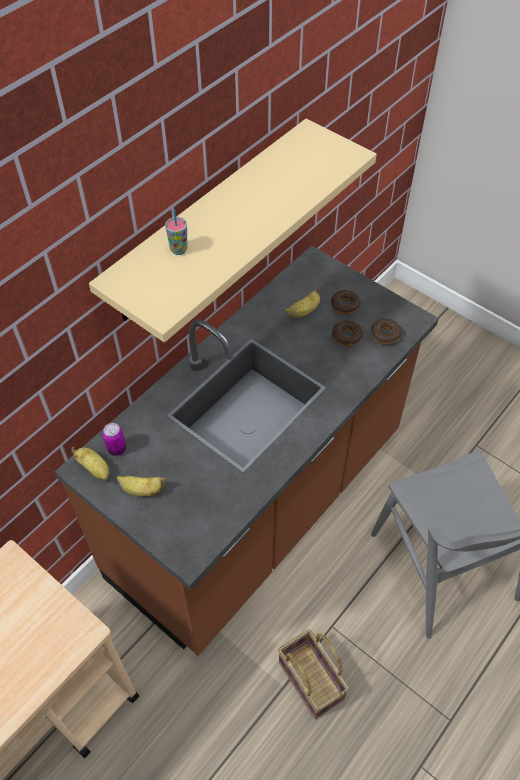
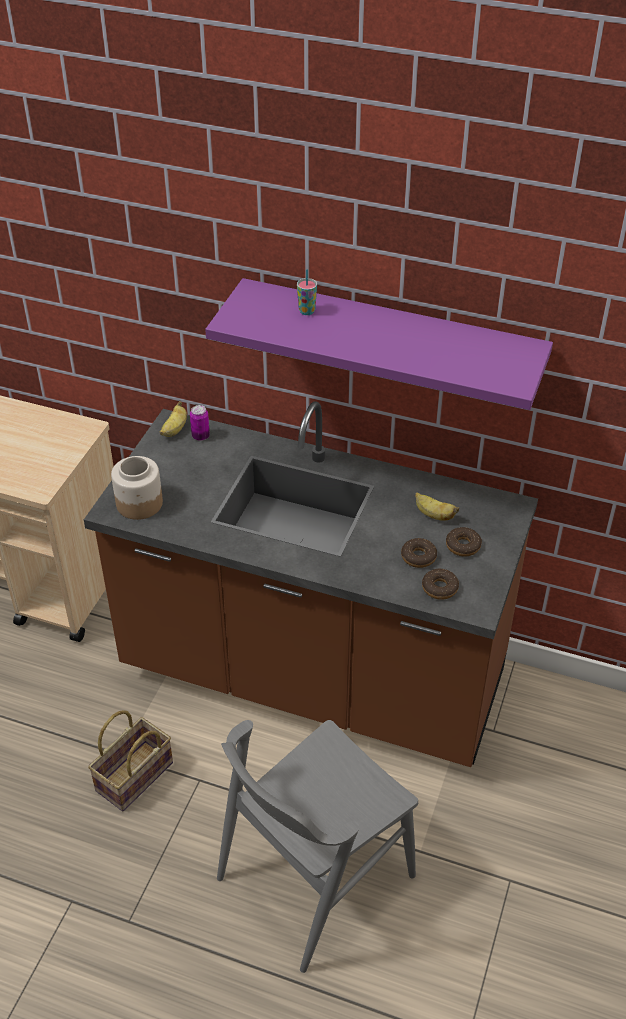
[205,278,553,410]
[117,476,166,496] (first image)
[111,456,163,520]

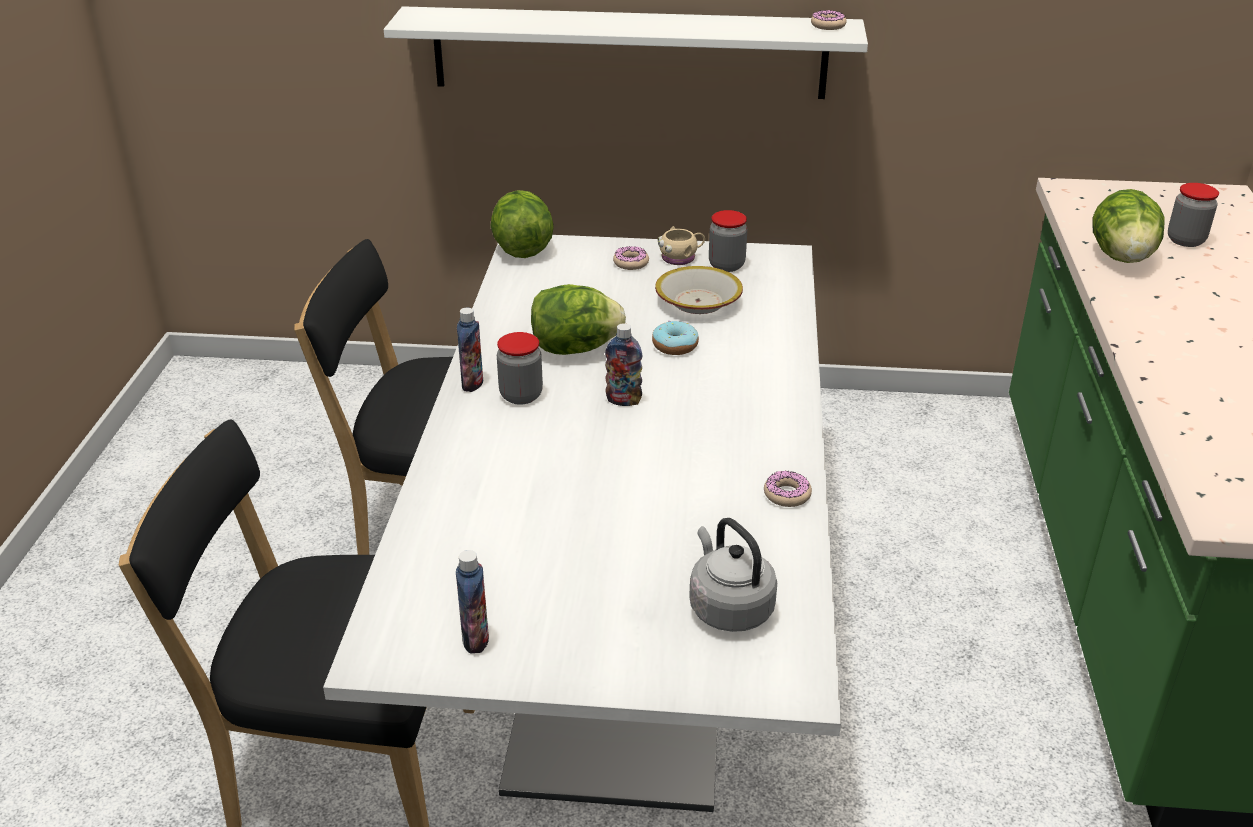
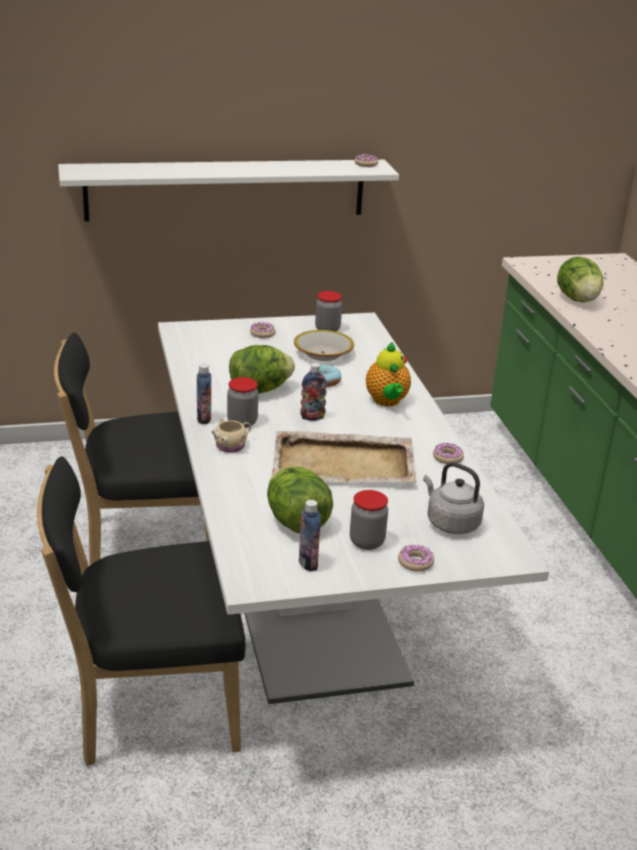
[350,490,388,550]
[267,467,333,534]
[212,418,251,453]
[366,342,411,407]
[271,431,417,483]
[398,545,434,572]

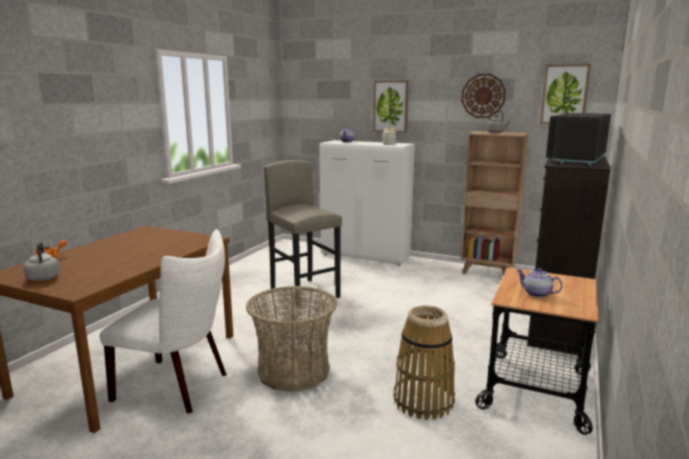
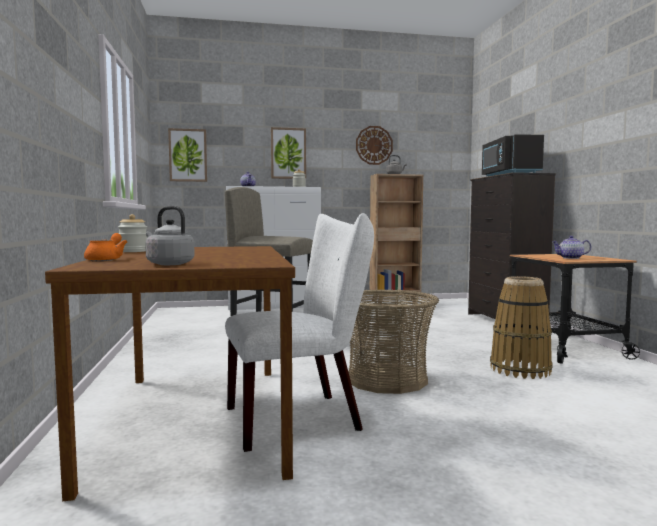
[168,128,207,182]
[118,214,147,252]

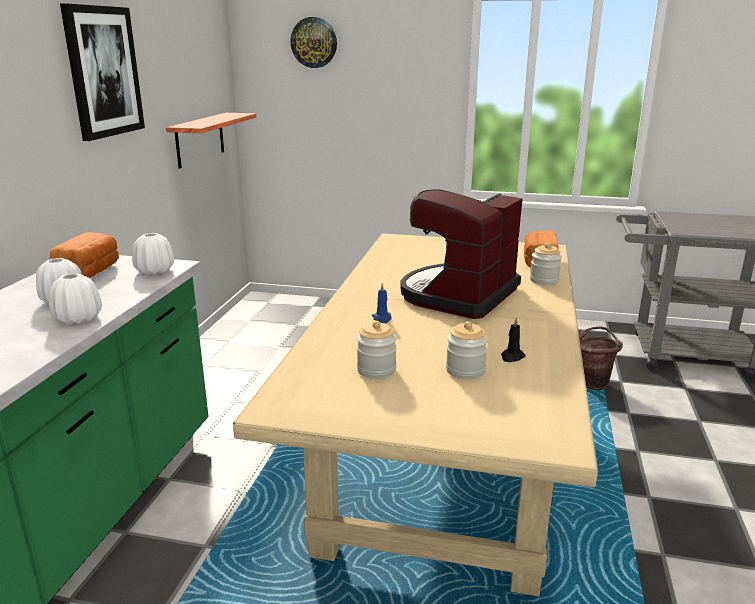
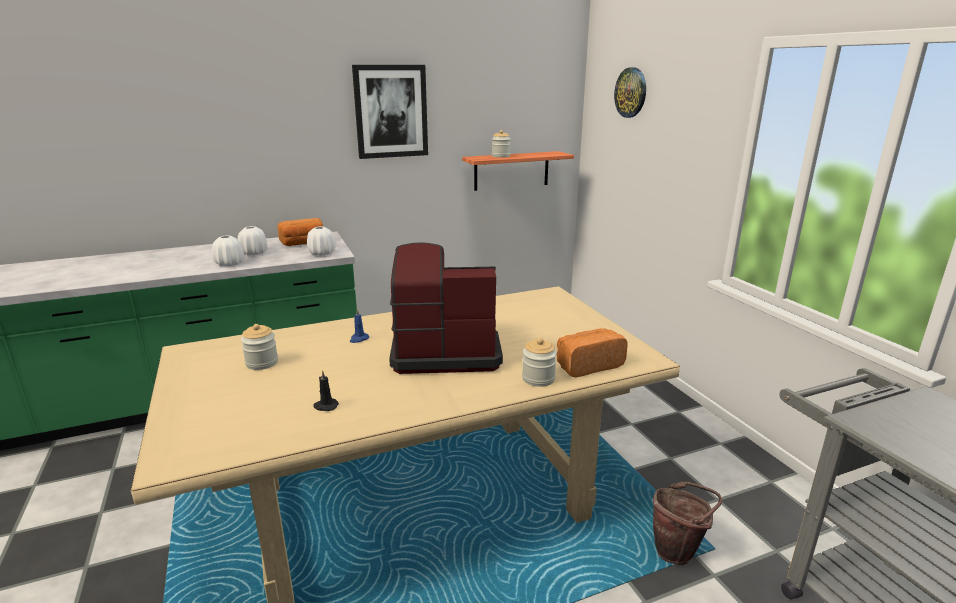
[492,130,511,158]

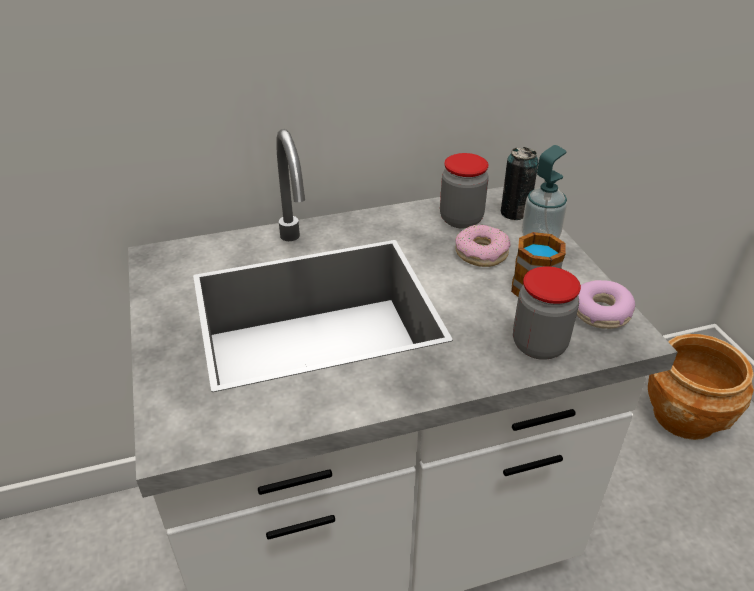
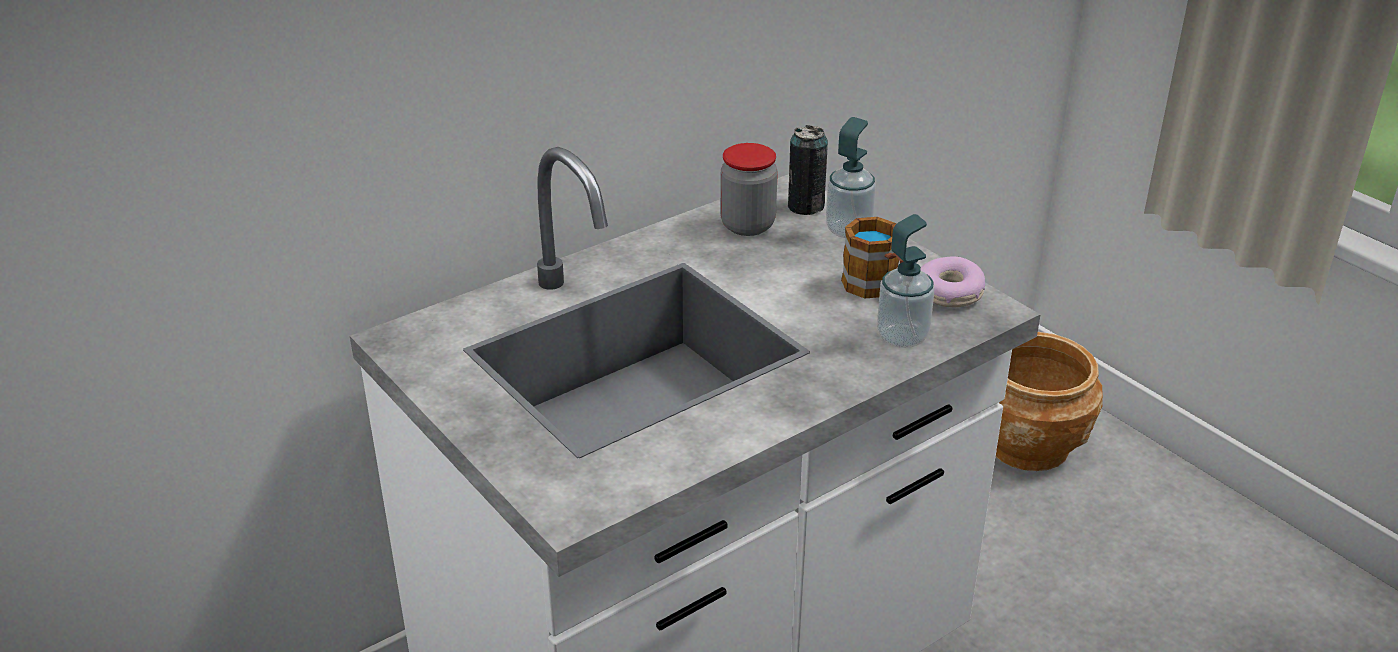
[455,225,511,267] (first image)
[877,214,934,348]

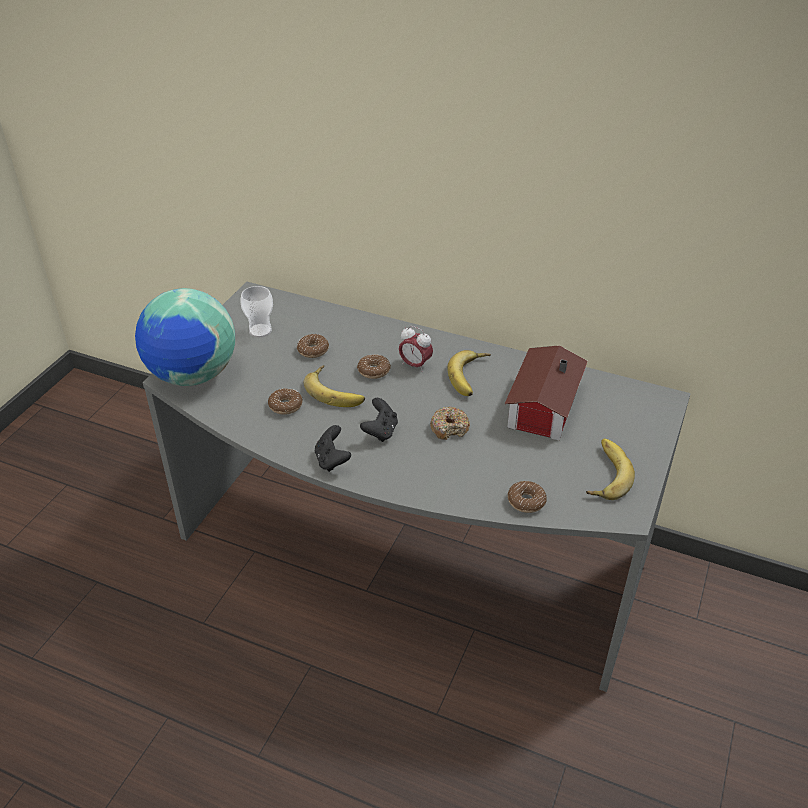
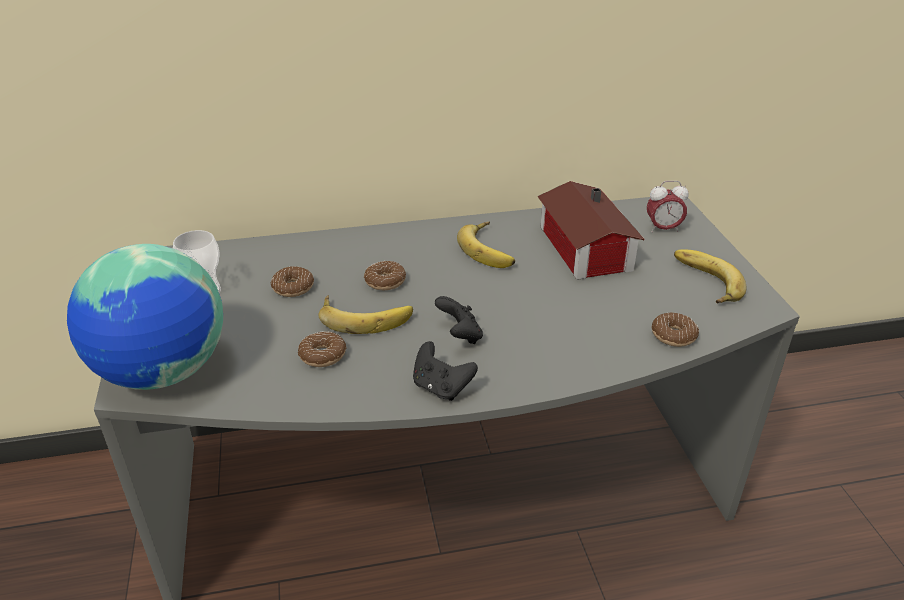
[647,181,689,233]
[430,407,470,440] (first image)

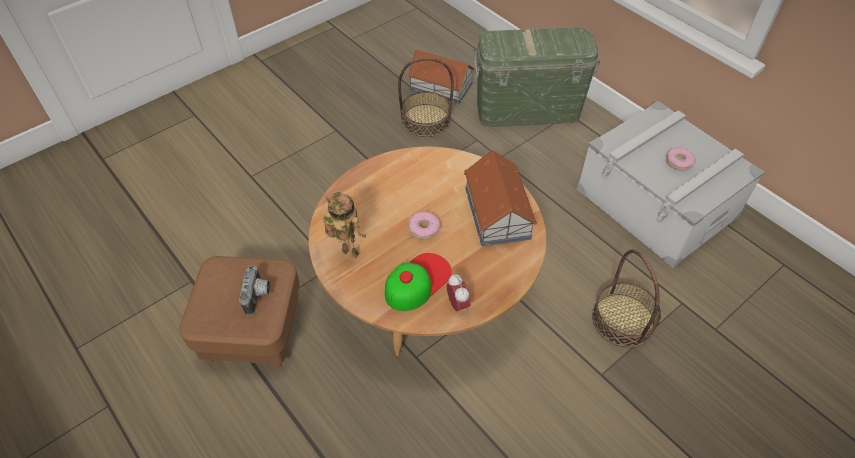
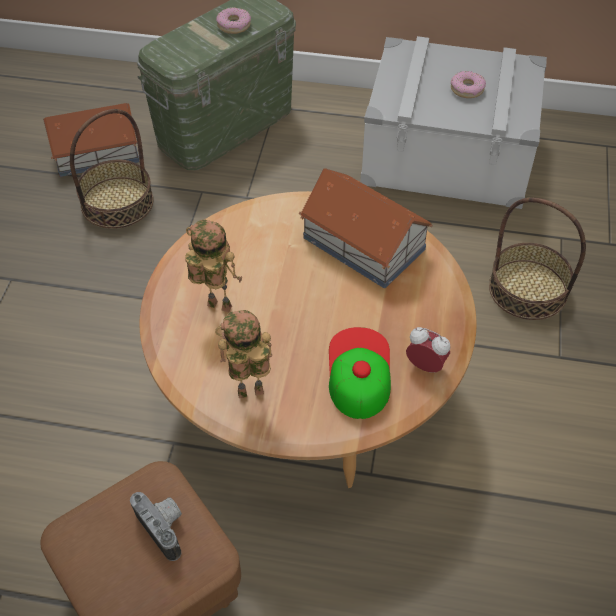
[216,7,251,34]
[185,220,242,313]

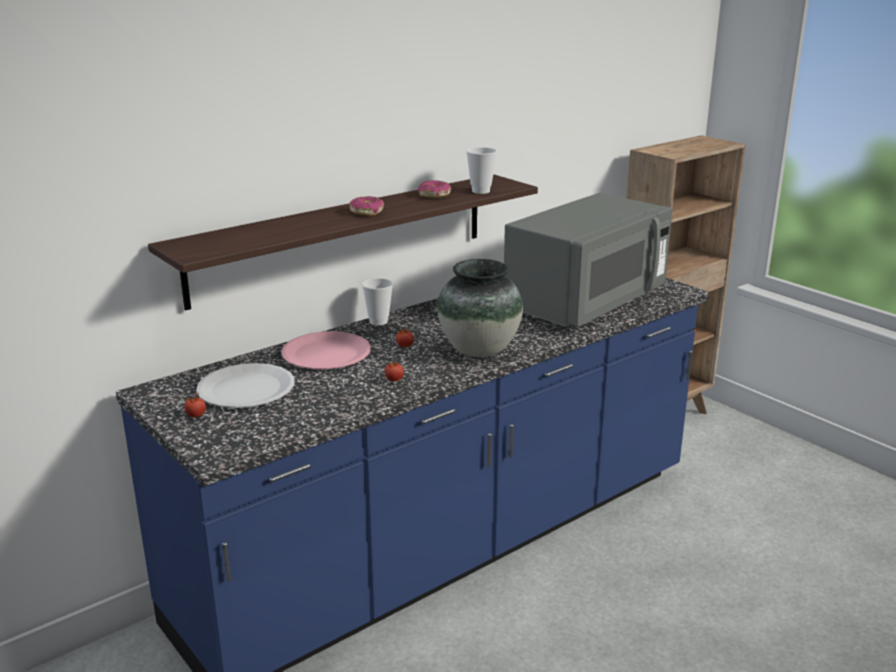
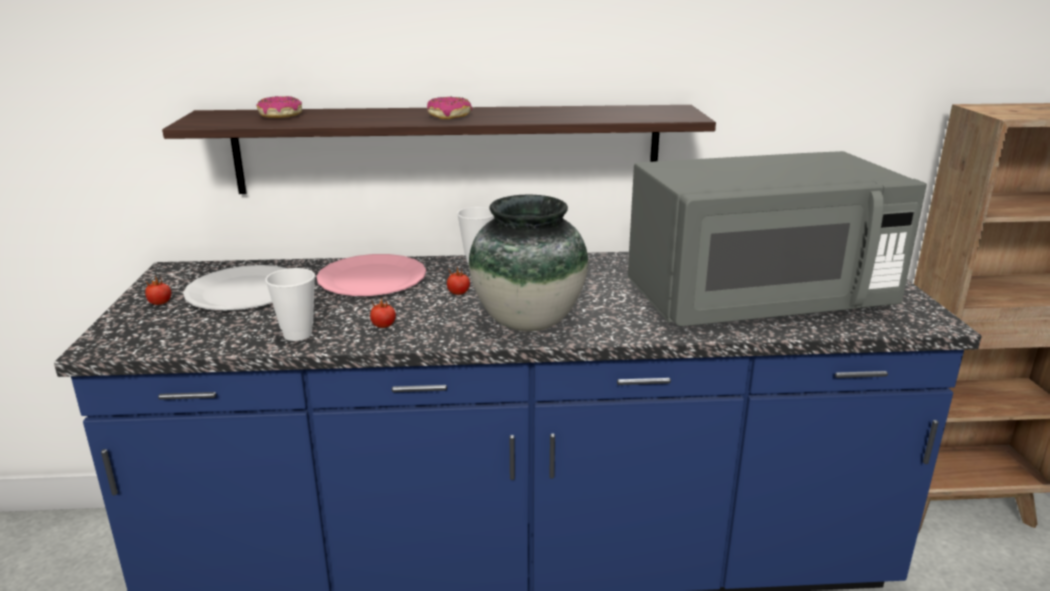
[265,268,315,341]
[256,96,302,118]

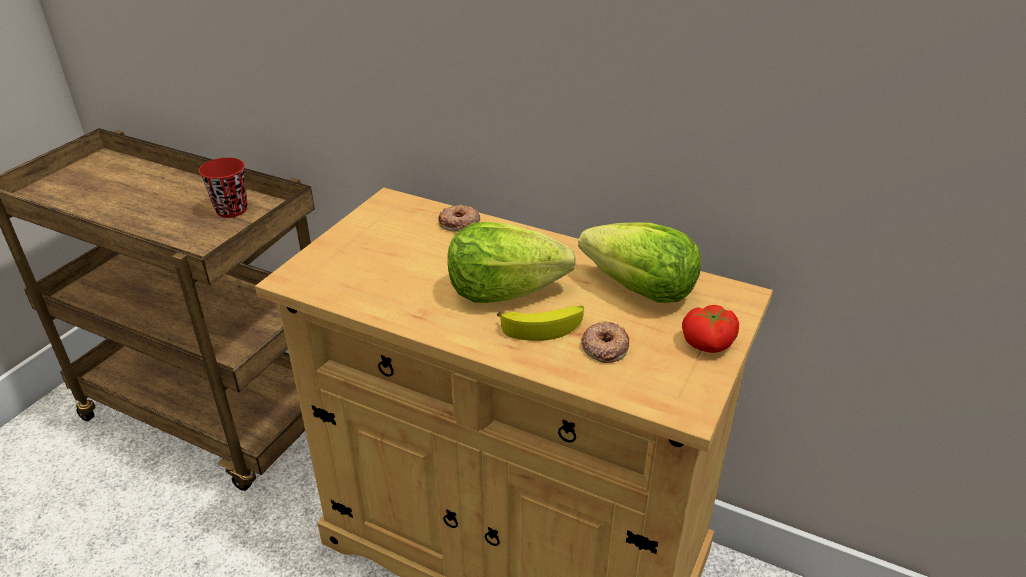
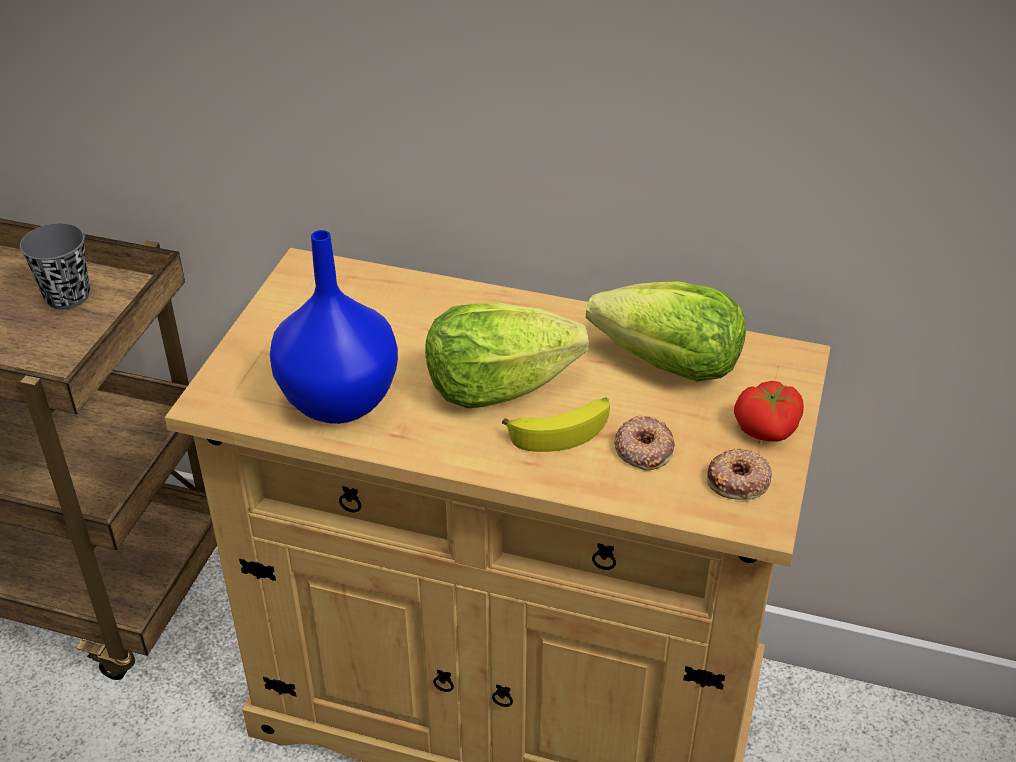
[20,223,90,310]
[707,449,772,500]
[270,230,398,424]

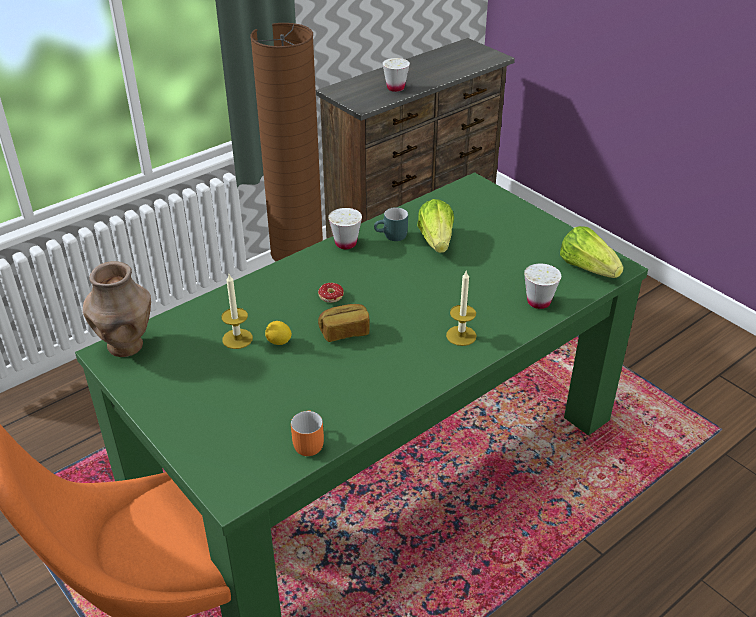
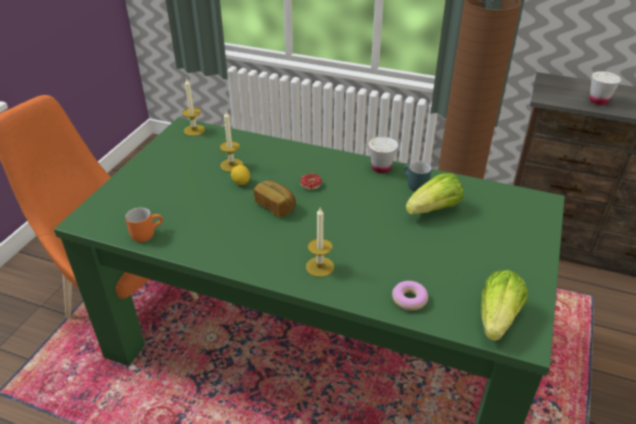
[182,78,205,136]
[392,281,428,311]

